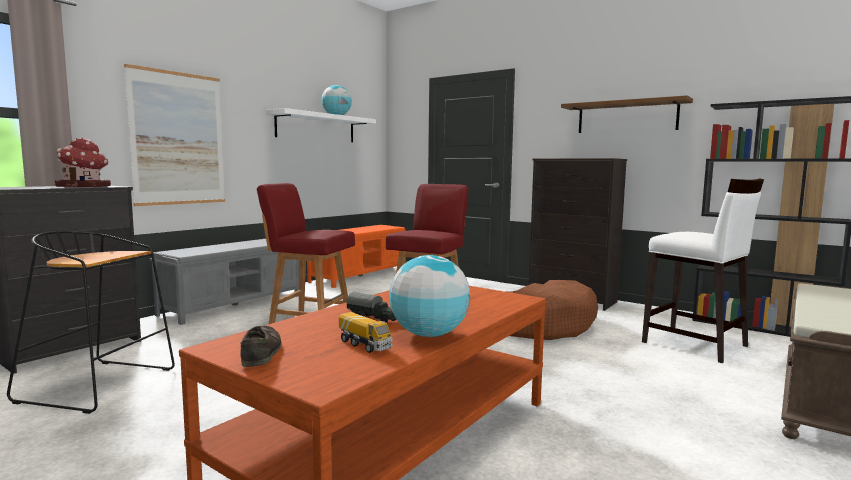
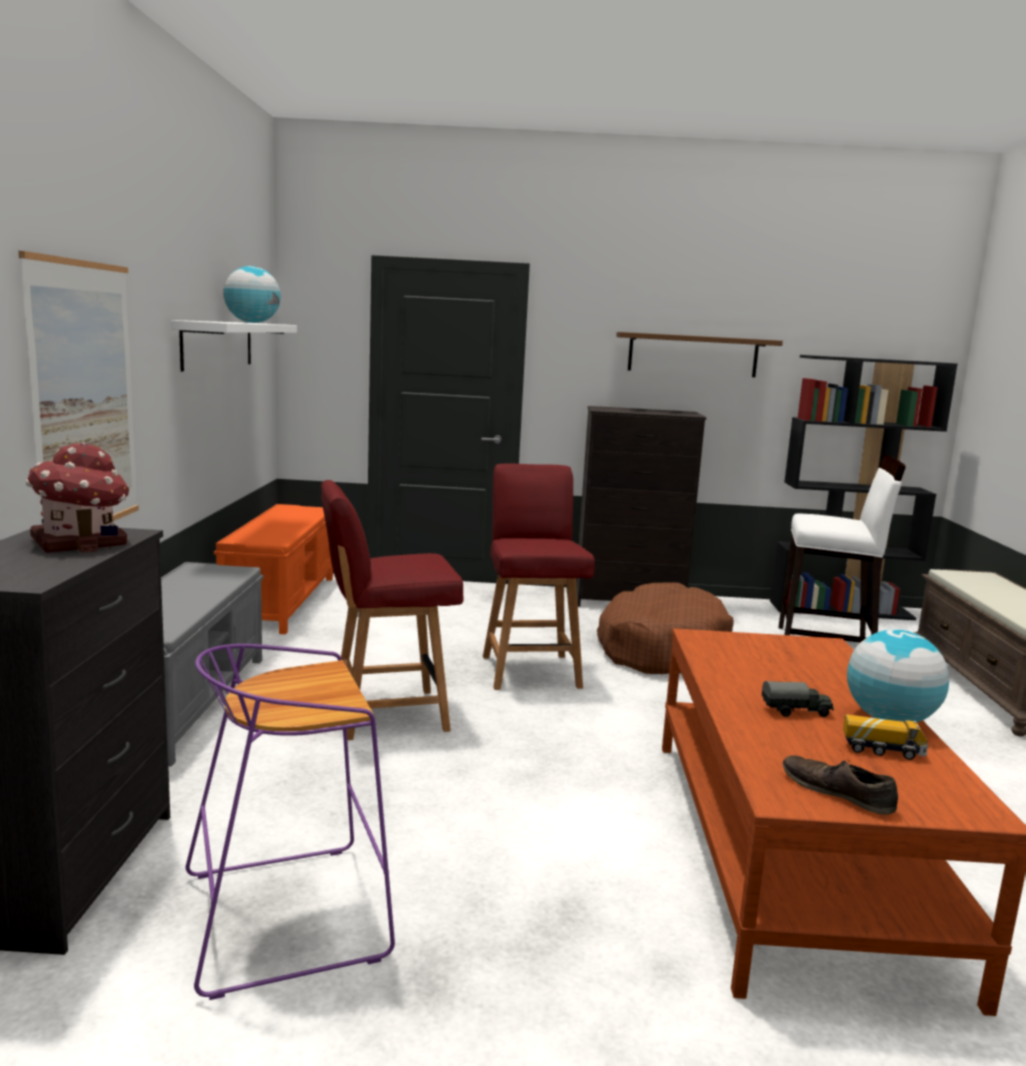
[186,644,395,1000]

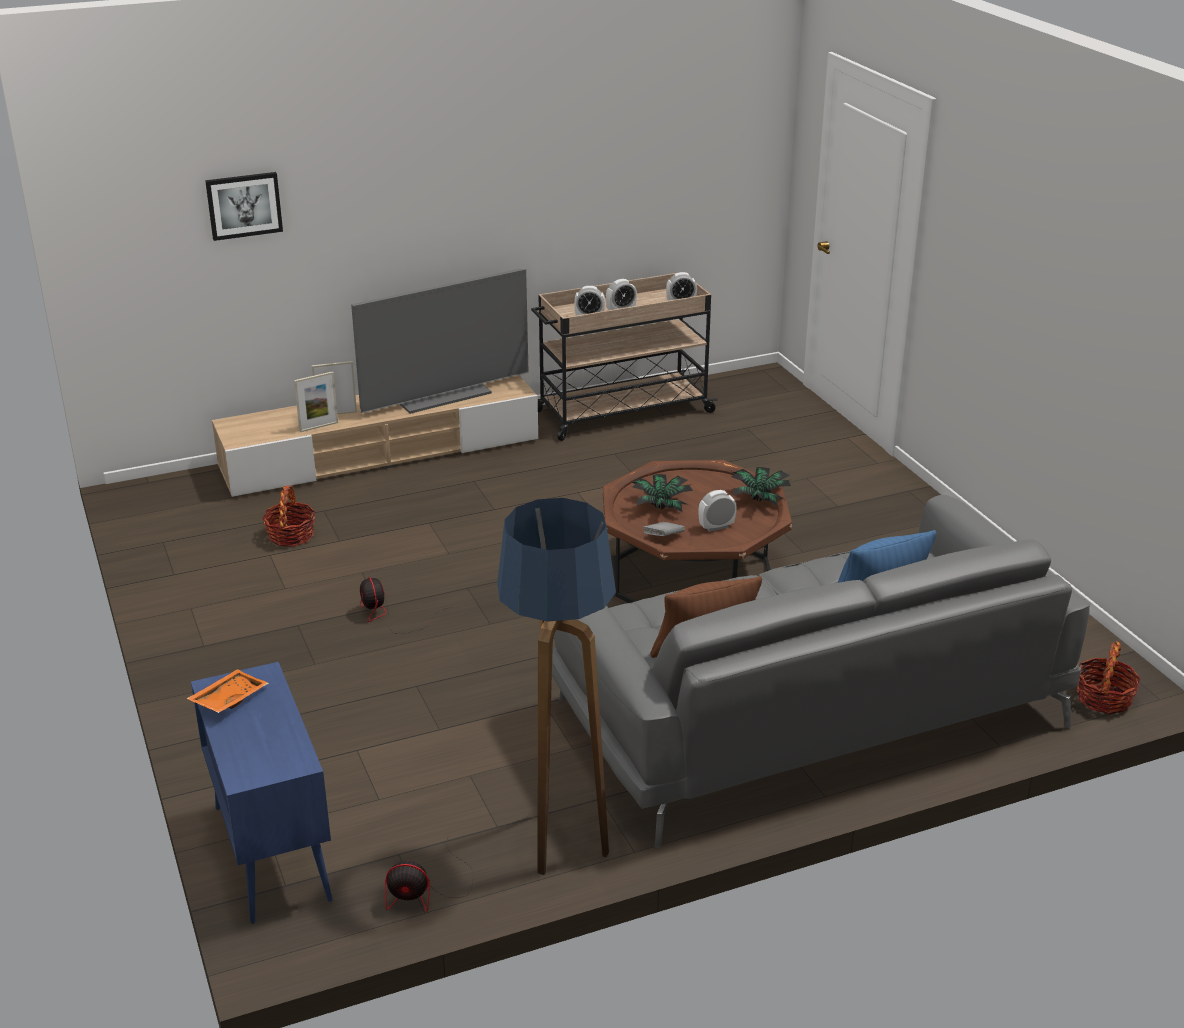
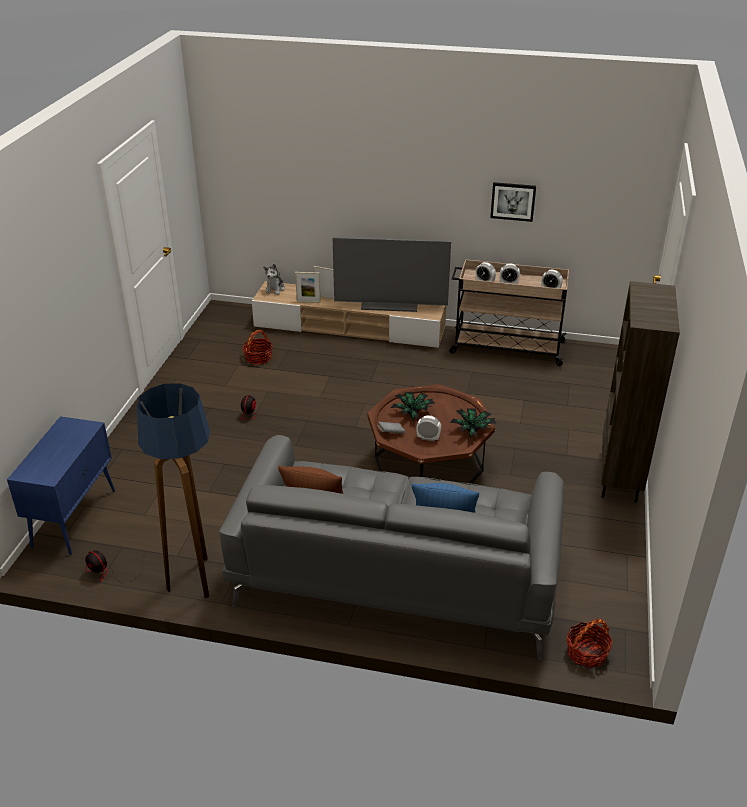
[490,182,536,222]
[186,669,269,713] (first image)
[263,264,285,295]
[601,281,680,503]

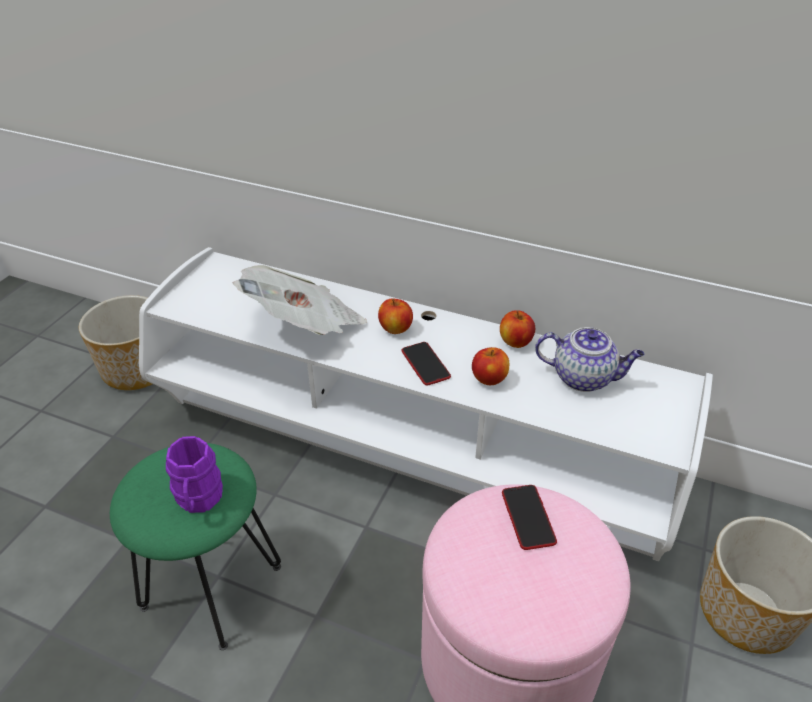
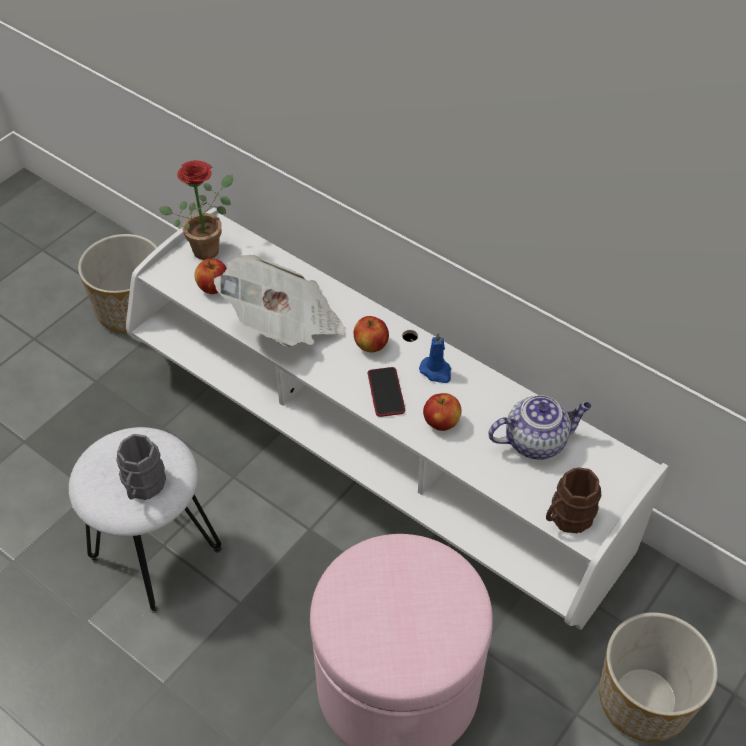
[194,258,227,294]
[488,395,591,460]
[116,434,166,500]
[69,427,221,613]
[502,485,557,550] (first image)
[159,160,233,260]
[419,332,451,383]
[546,467,601,533]

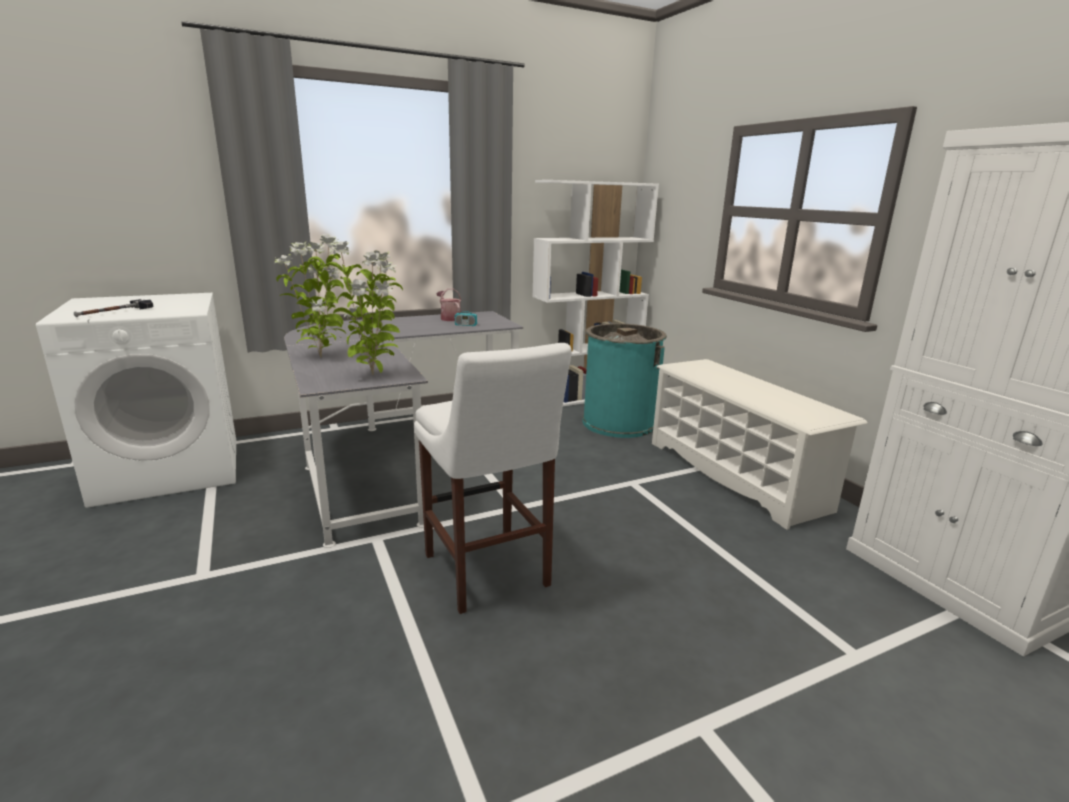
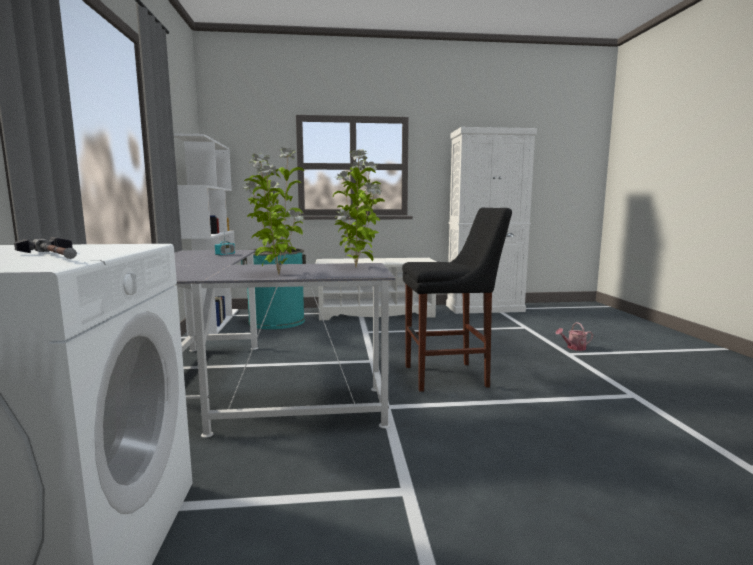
[556,322,593,351]
[402,208,512,392]

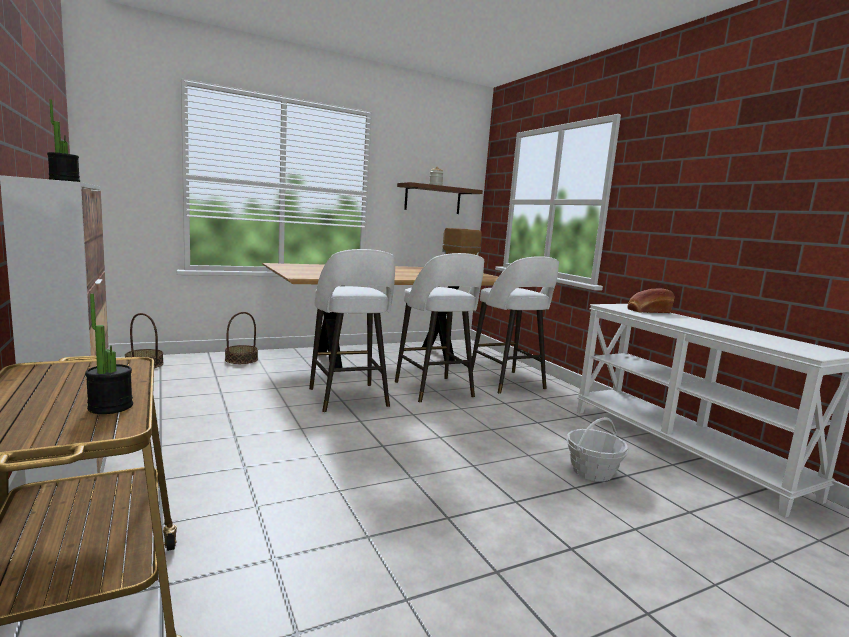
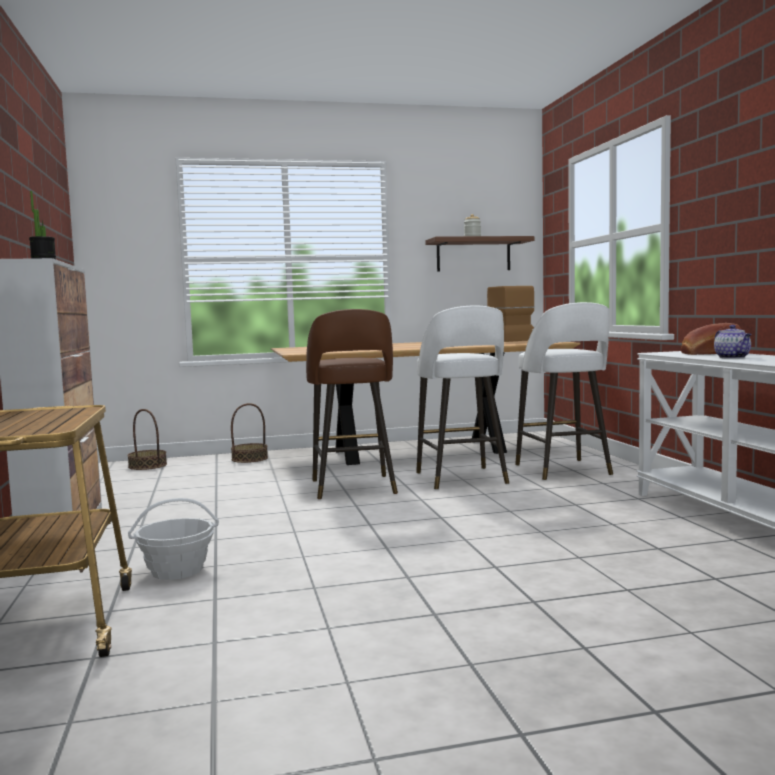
[306,309,398,499]
[85,293,133,414] (first image)
[128,498,219,580]
[714,325,752,359]

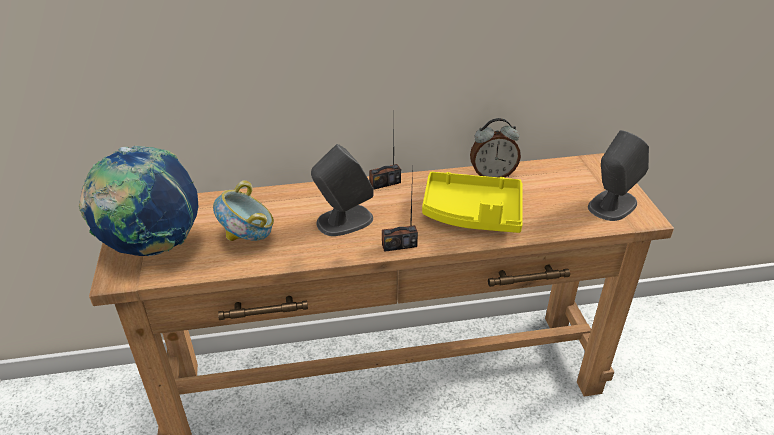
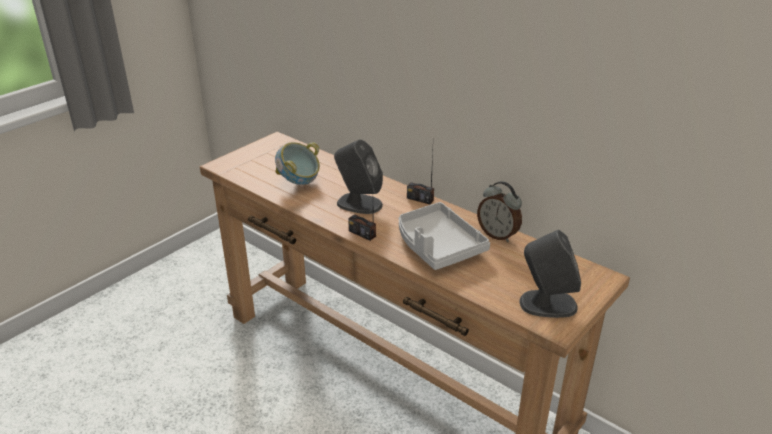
[79,146,198,256] (first image)
[399,202,490,270]

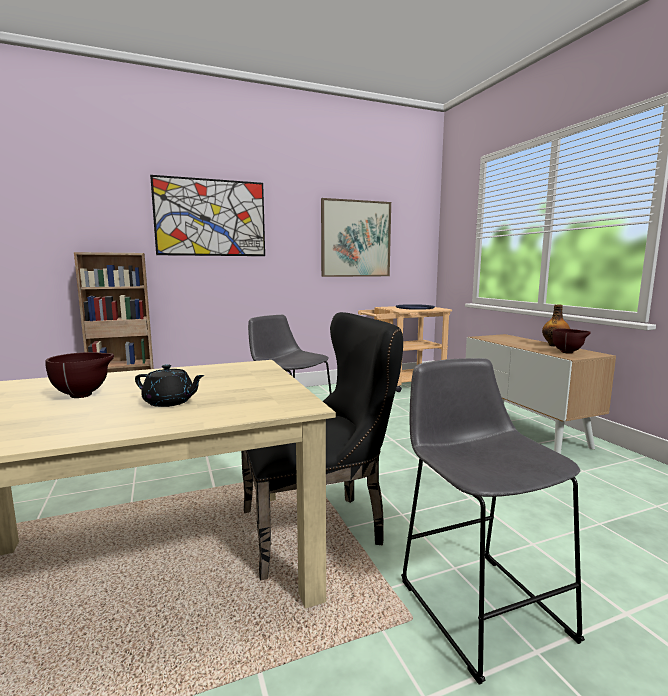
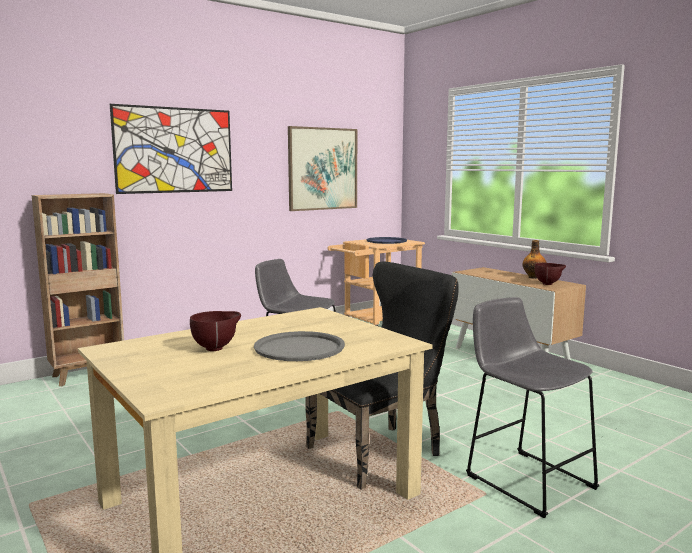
[254,331,345,361]

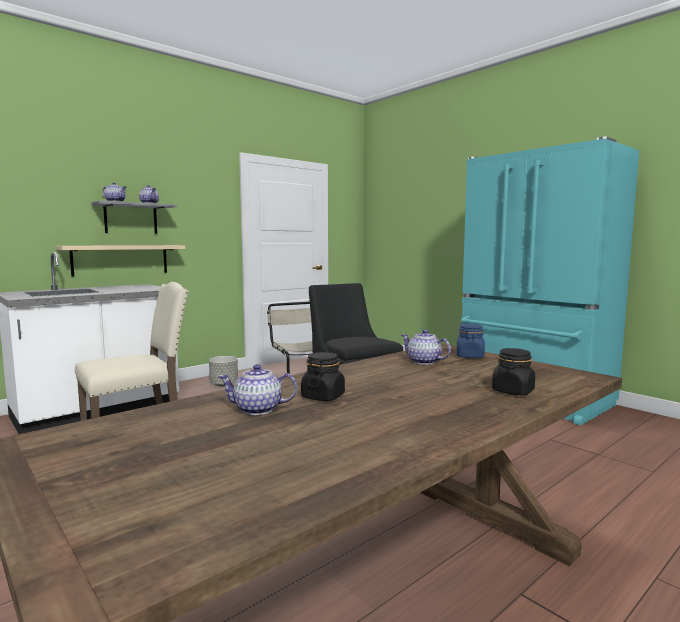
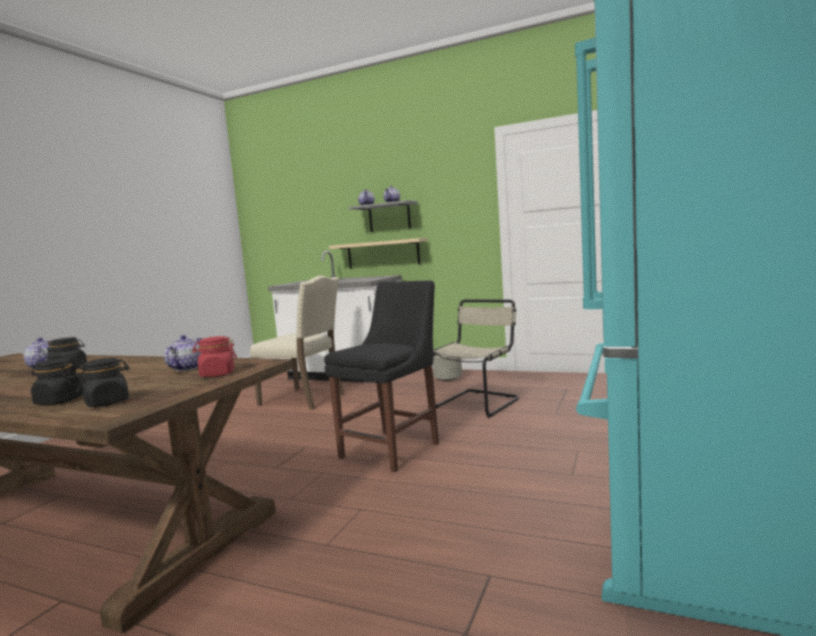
[192,336,237,377]
[76,358,130,407]

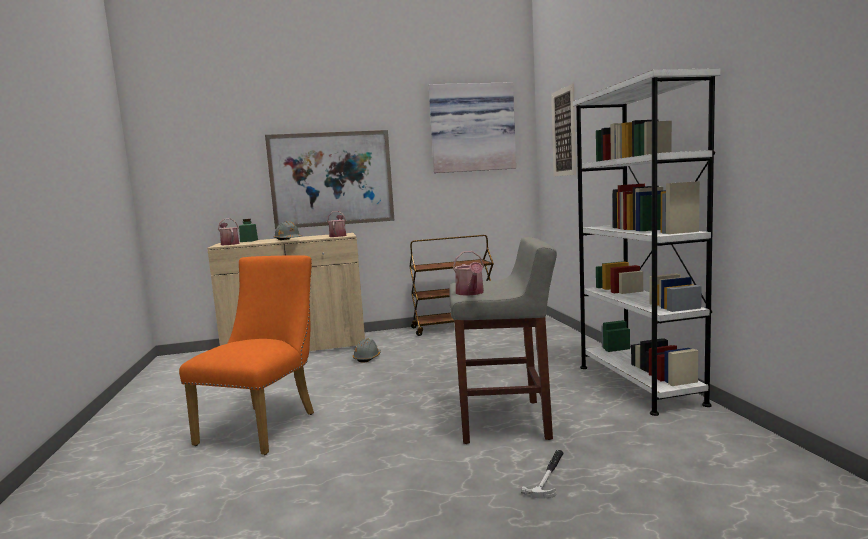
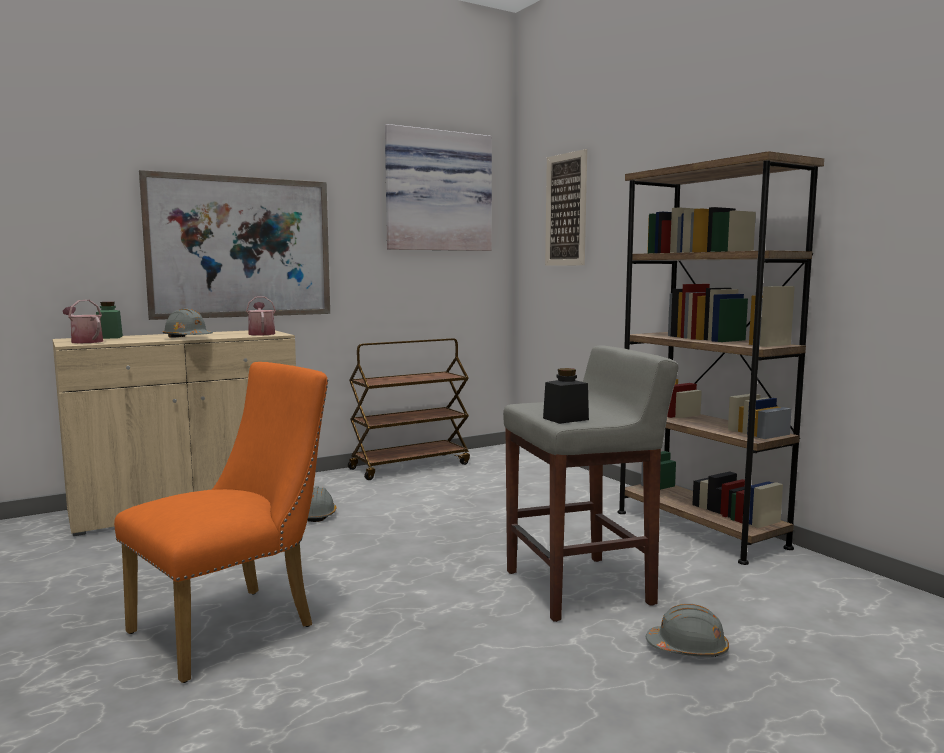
[617,151,824,565]
[543,368,589,424]
[114,362,328,683]
[646,604,729,657]

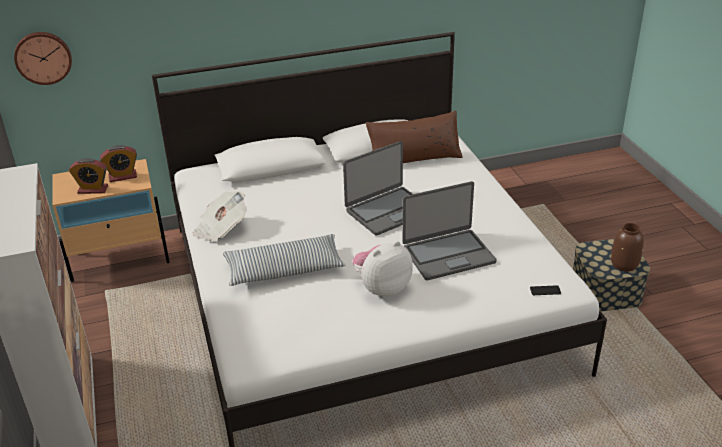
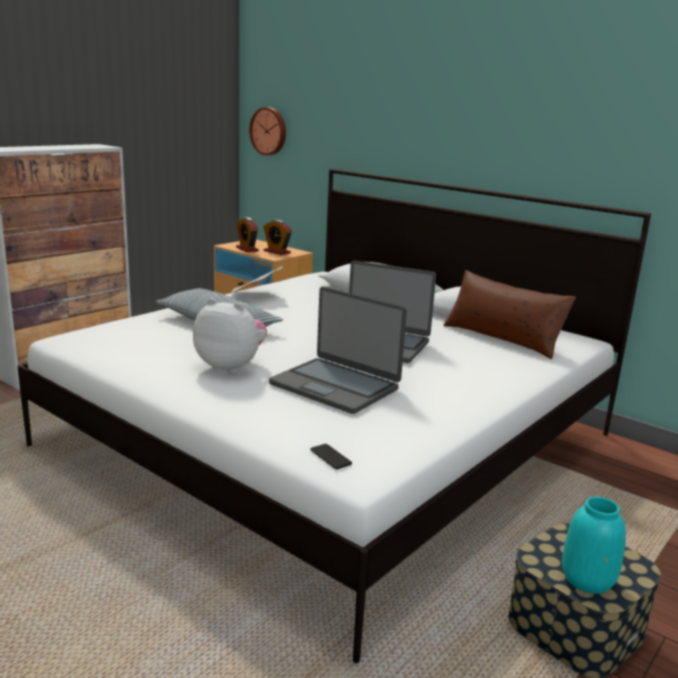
[562,497,626,594]

